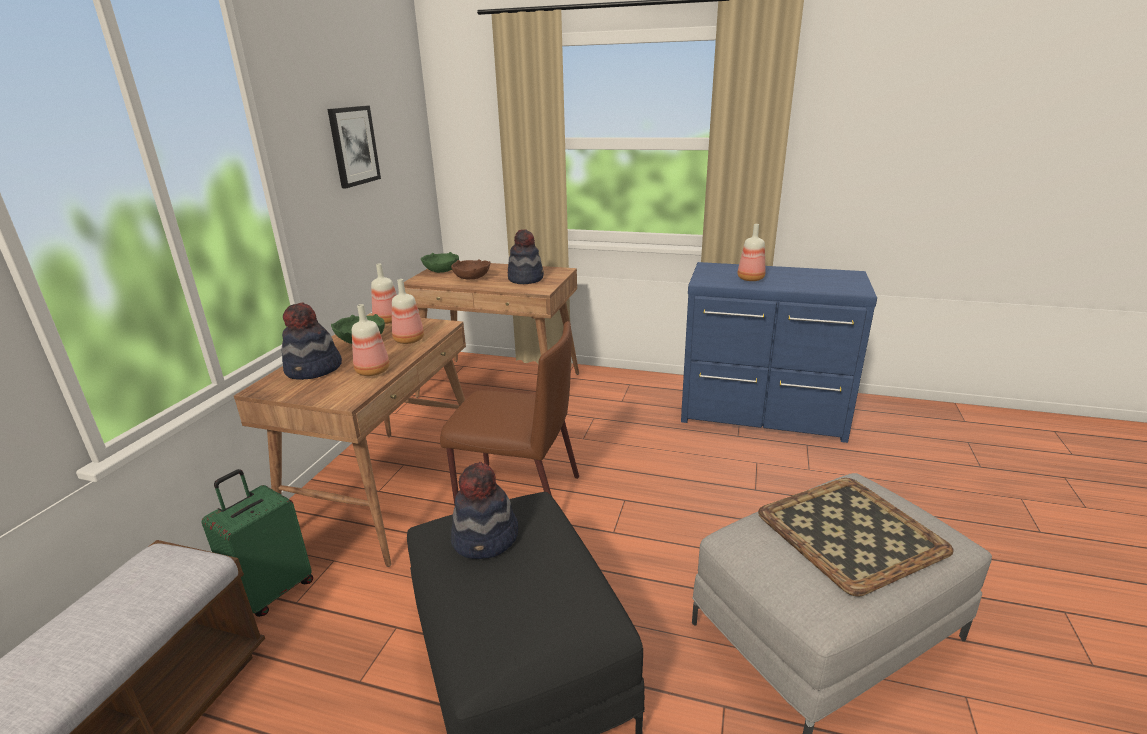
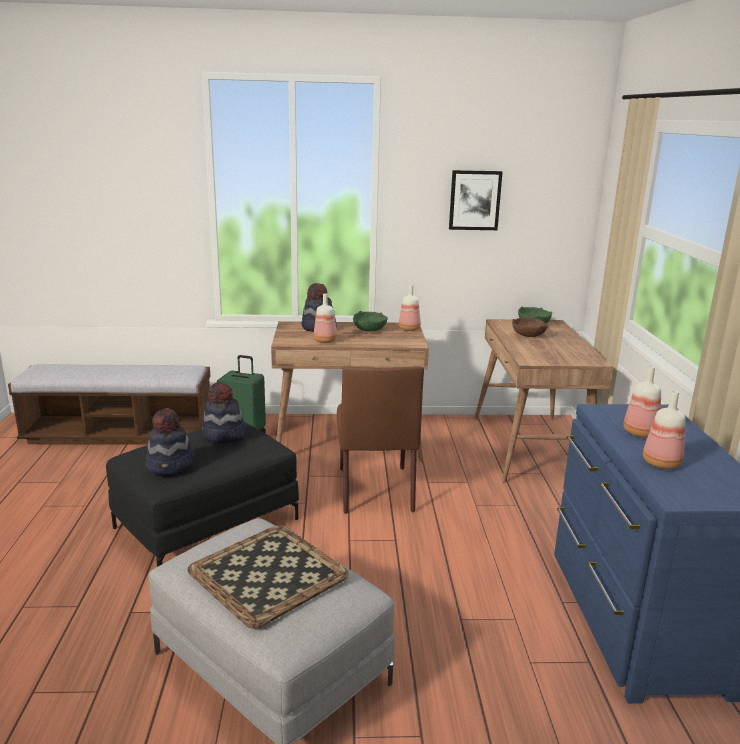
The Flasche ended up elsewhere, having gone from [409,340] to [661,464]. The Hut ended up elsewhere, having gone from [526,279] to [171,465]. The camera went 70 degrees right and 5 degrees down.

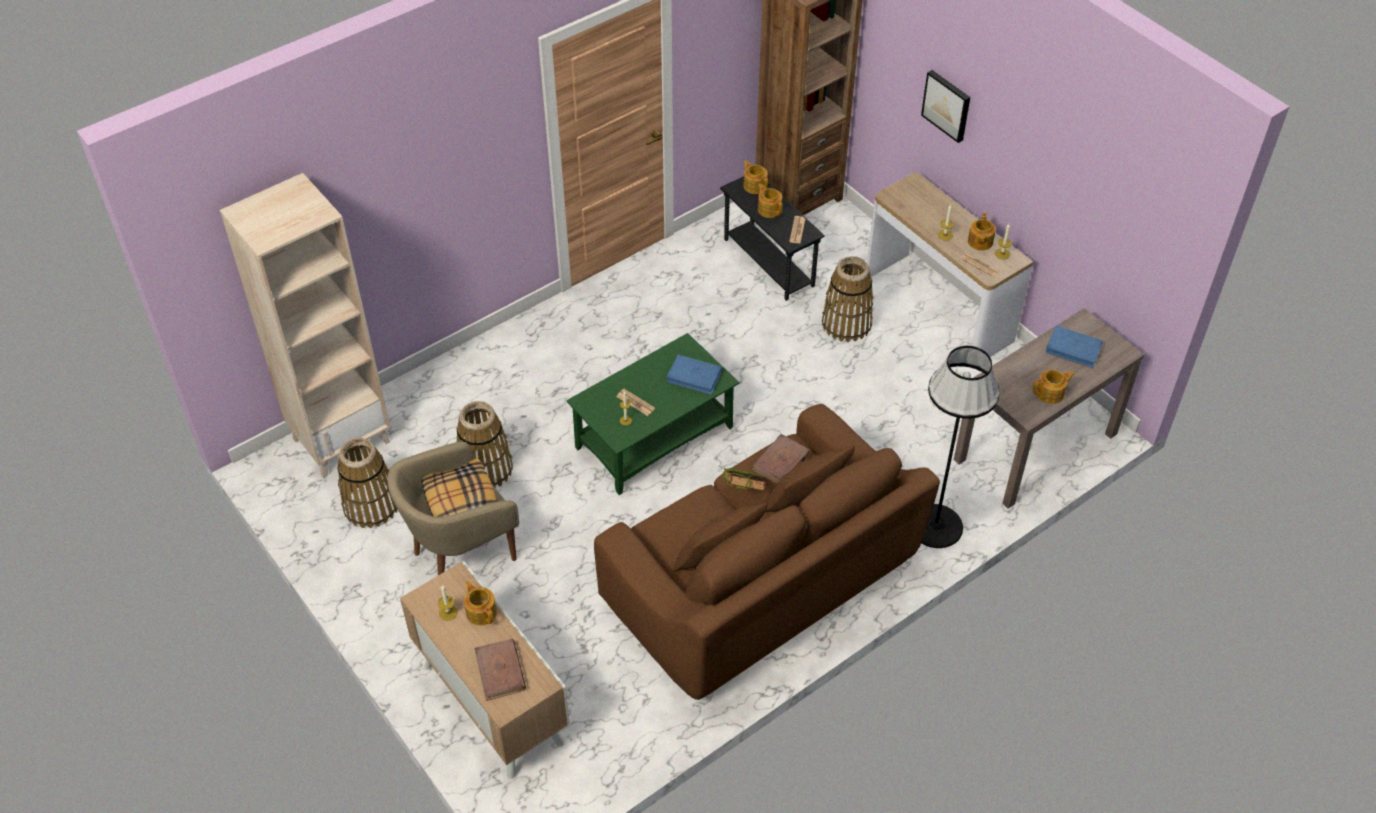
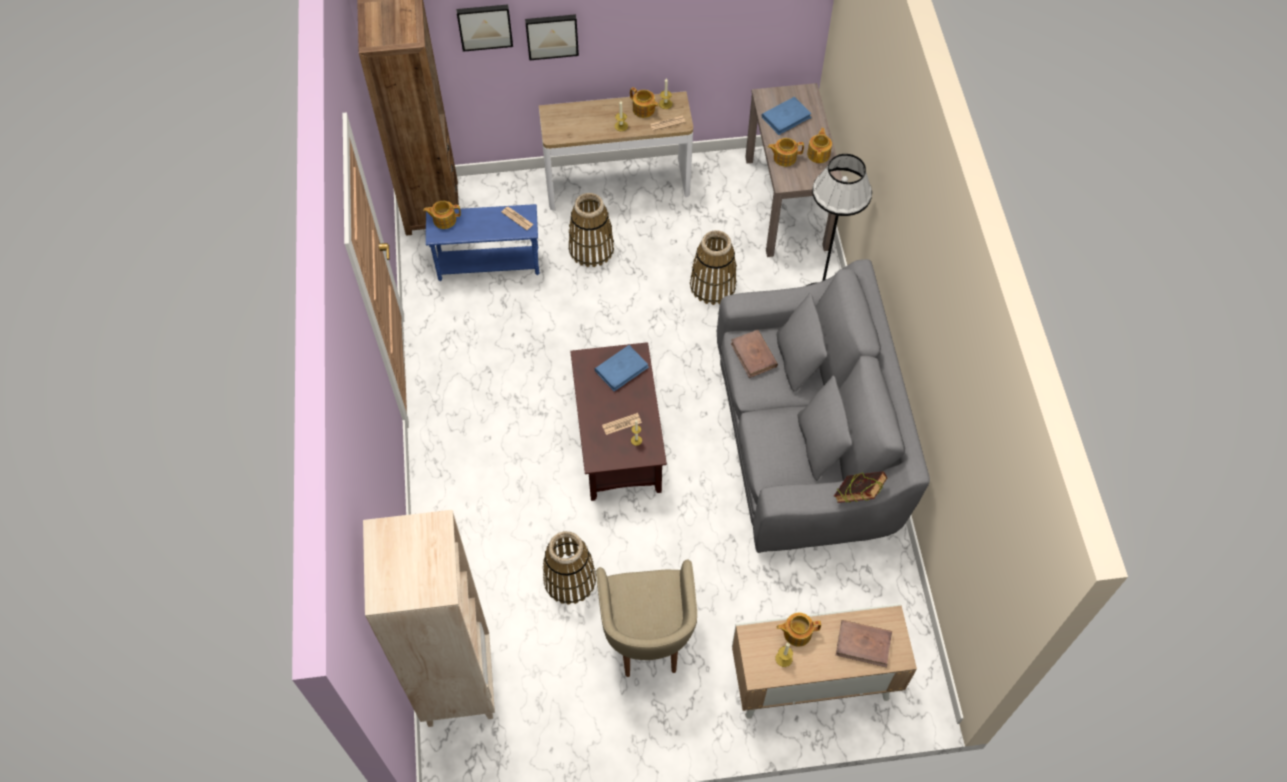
The Korb ended up elsewhere, having gone from [371,506] to [713,286]. The second view lost the Kissen at [459,500]. What was the Couchtisch/grün at [653,438] turned into the Couchtisch/braun at [619,439]. What was the Sofa/braun at [760,583] turned into the Sofa/grau at [805,438]. What was the Beistelltisch/schwarz at [769,263] turned into the Beistelltisch/blau at [488,264]. The Buch ended up elsewhere, having gone from [743,494] to [857,497]. The Teekanne ended up elsewhere, having gone from [769,209] to [784,157]. The second view gained the Bild at [485,26]. The camera went 60 degrees left and 10 degrees up.

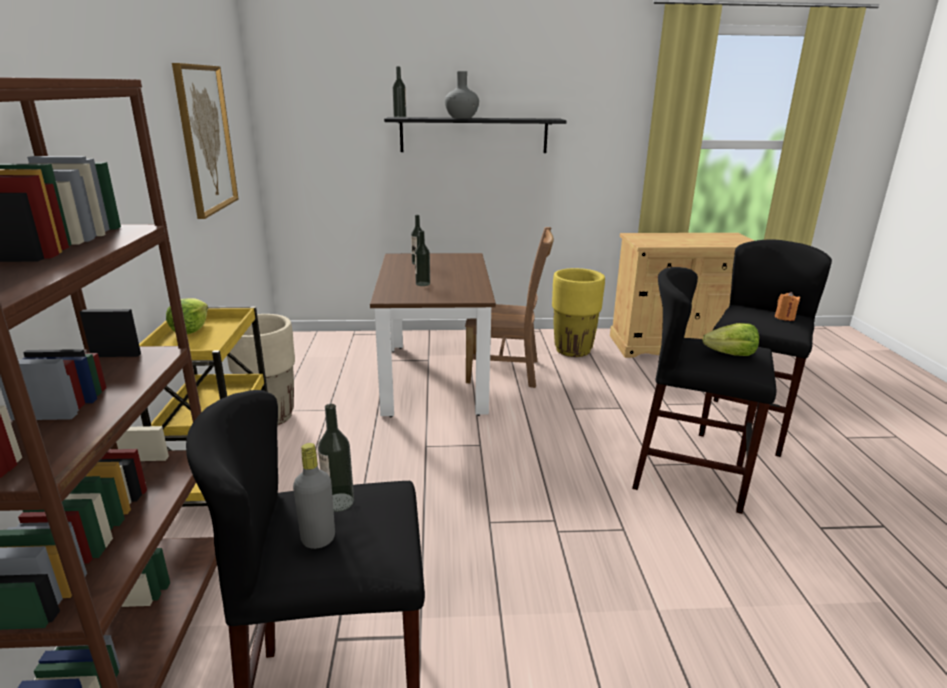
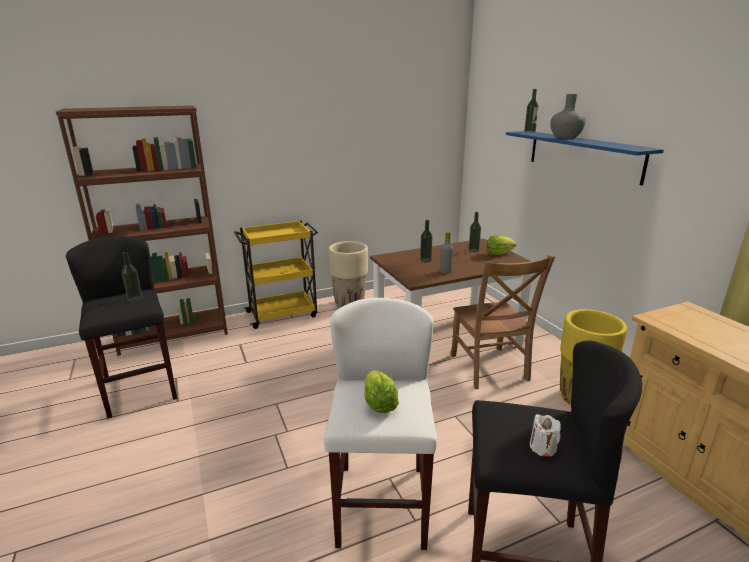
The Salatkopf ended up elsewhere, having gone from [191,329] to [498,253]. The second view lost the Bild at [205,139]. The Flasche/grau ended up elsewhere, having gone from [318,539] to [445,271]. What was the Wandregal/schwarz at [474,135] turned into the Wandregal/blau at [583,155]. What was the Hocker/schwarz at [689,477] turned into the Hocker/weiß at [381,505]. What was the Kerze/orange at [784,317] turned into the Kerze/weiß at [542,447]. The camera went 70 degrees right and 0 degrees up.

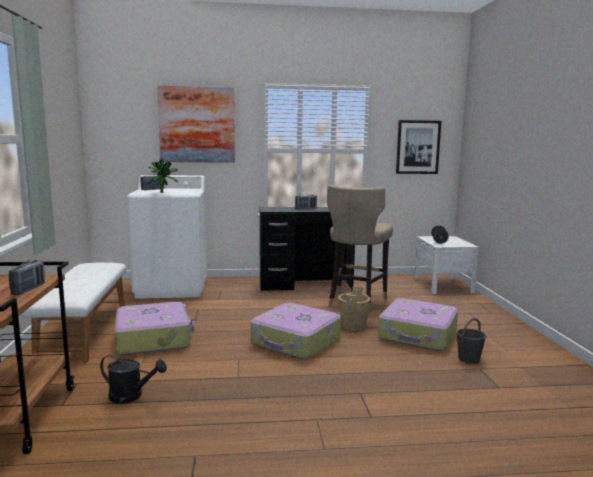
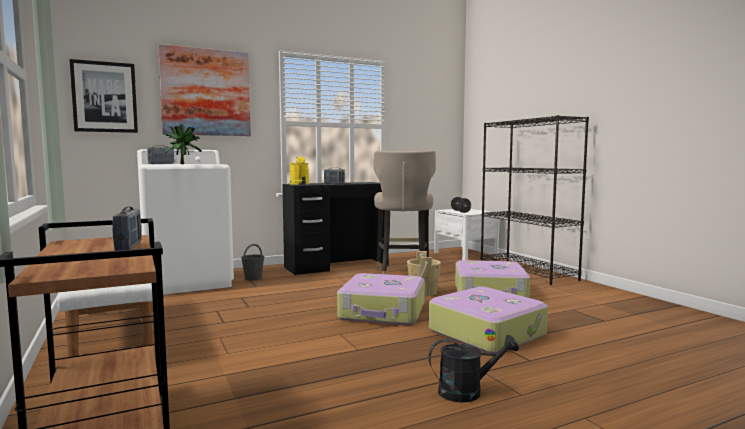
The Gießkanne/schwarz ended up elsewhere, having gone from [131,396] to [467,391]. The Koffer ended up elsewhere, having gone from [154,338] to [487,332]. The Bild ended up elsewhere, having gone from [418,147] to [104,97]. The Eimer/grau ended up elsewhere, having gone from [469,359] to [253,278]. The second view gained the Gießkanne/gelb at [300,184]. The second view gained the Bücherregal/schwarz at [527,271]. The camera went 20 degrees left and 5 degrees down.

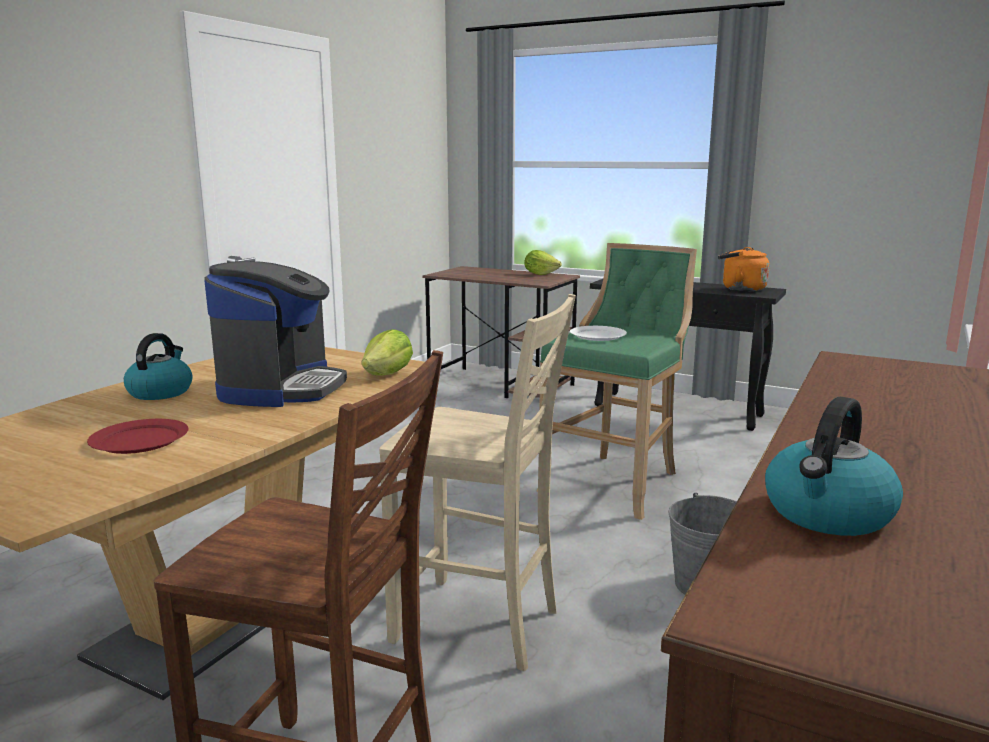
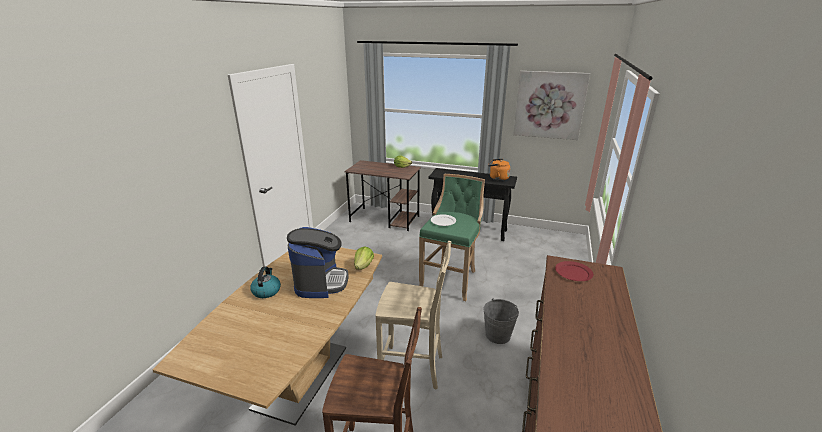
The Teller/rot ended up elsewhere, having gone from [138,440] to [573,273]. The second view lost the Wasserkessel at [828,514]. The second view gained the Bild at [549,105]. The camera went 10 degrees left and 10 degrees up.

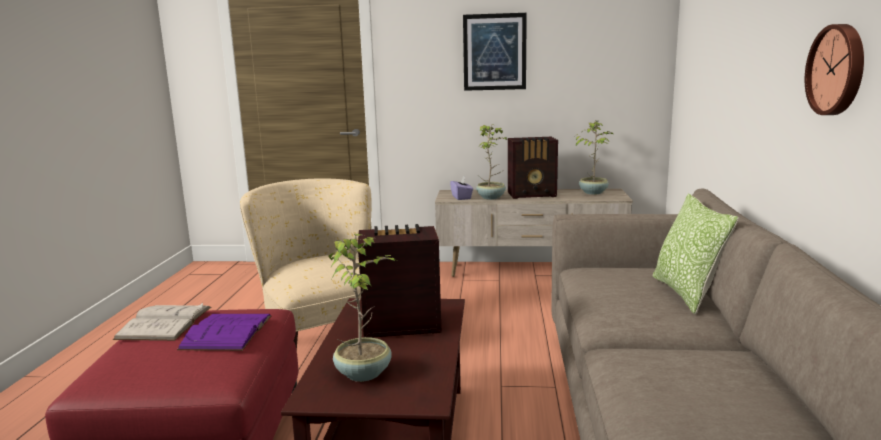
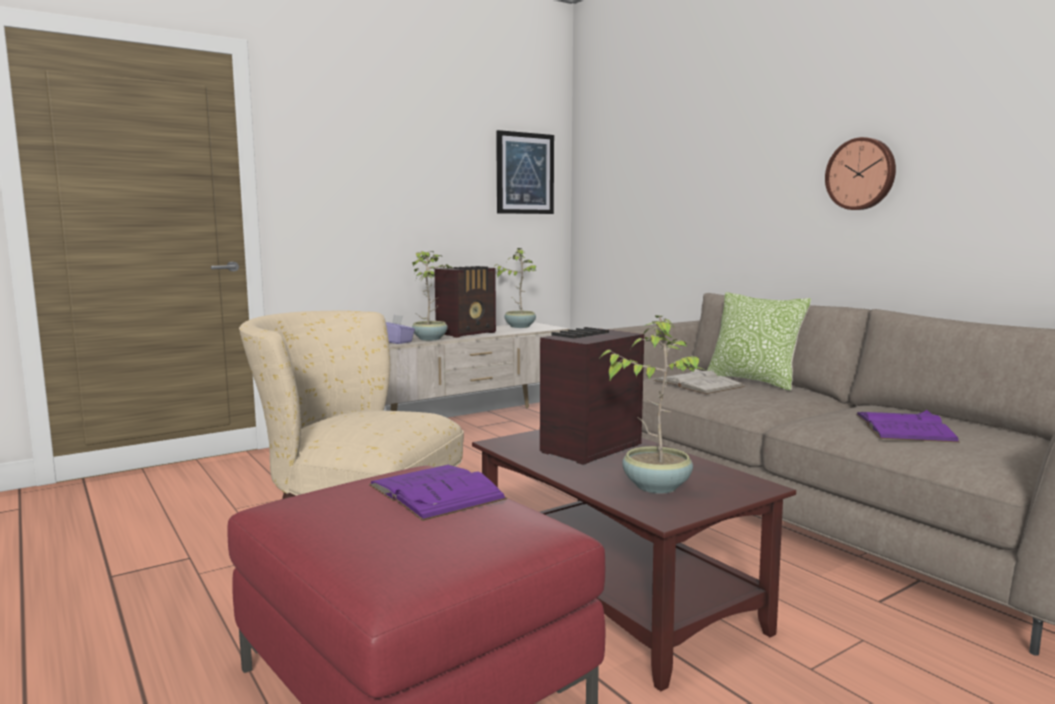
The Buch/weiß ended up elsewhere, having gone from [165,322] to [698,384]. The Bild ended up elsewhere, having gone from [494,52] to [524,173]. The second view gained the Buch/lila at [904,428]. The camera went 40 degrees left and 5 degrees down.

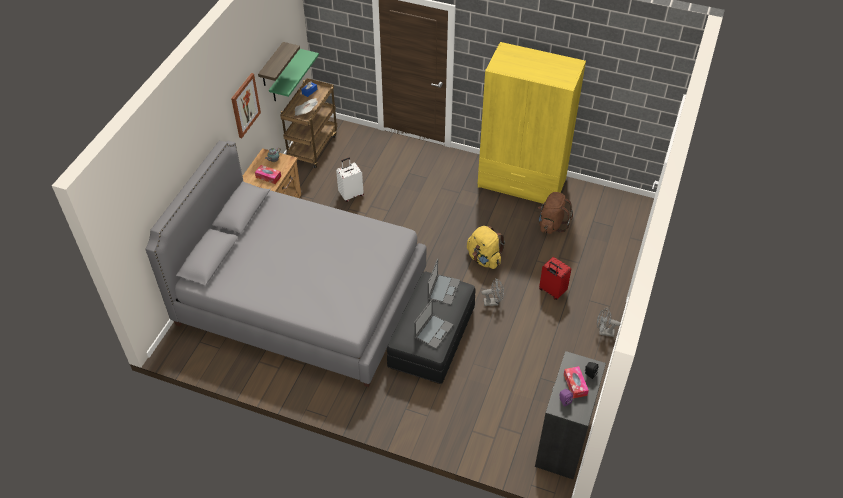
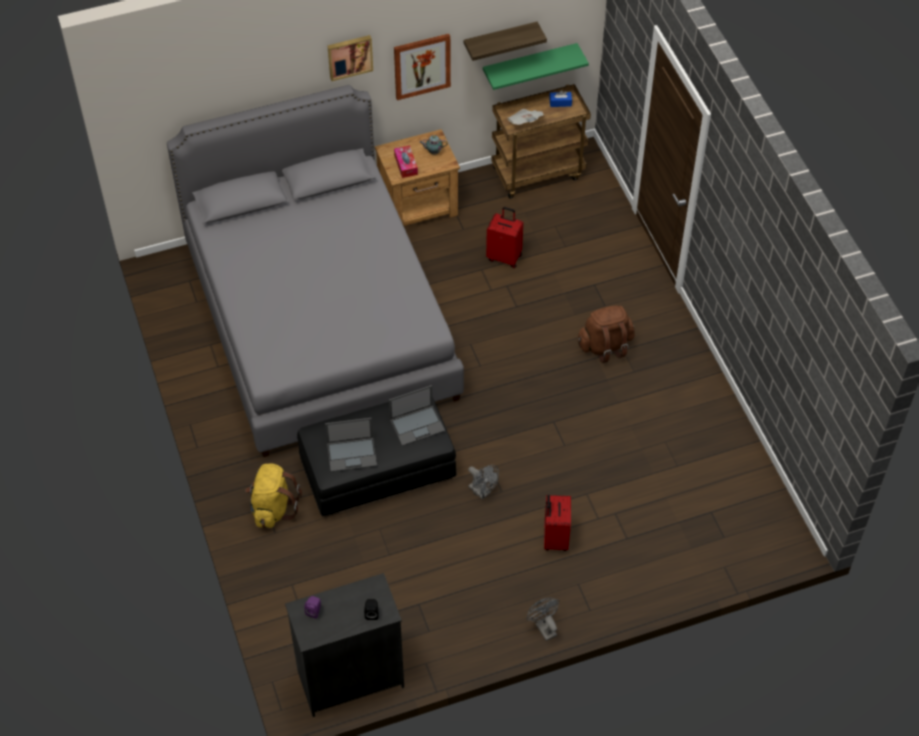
What was the Koffer/weiß at [351,194] turned into the Koffer/rot at [504,257]. The Rucksack/gelb ended up elsewhere, having gone from [484,259] to [273,508]. The second view lost the Kleiderschrank/gelb at [522,183]. The Rucksack/braun ended up elsewhere, having gone from [551,224] to [605,346]. The second view lost the Taschentuchbox at [575,385]. The second view gained the Bild at [349,56]. The camera went 50 degrees right and 5 degrees up.

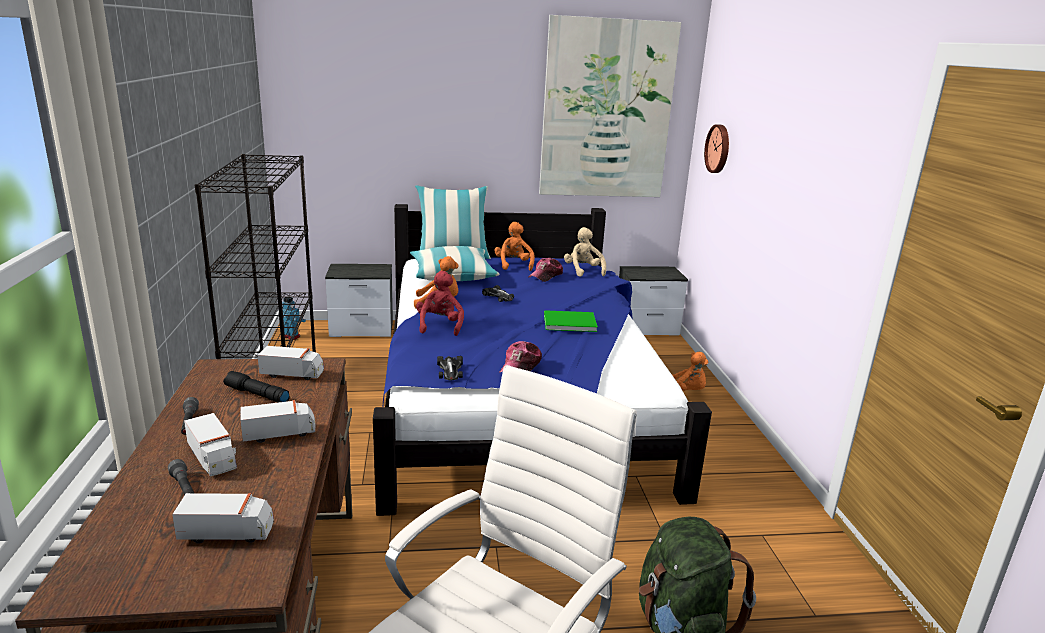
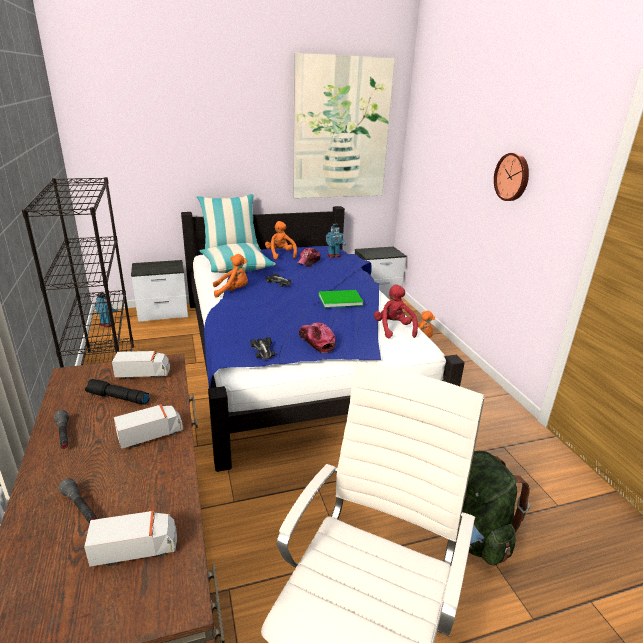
The second view lost the Spielzeuglaster at [213,458]. The Plüschtier/rot ended up elsewhere, having gone from [440,326] to [393,329]. The Kappe at [520,367] ended up facing another way, 135 degrees clockwise from before. Where the Plüschtier/beige stood at [583,271], the Spielzeugroboter came to stand at [334,256]. The Wanduhr ended up elsewhere, having gone from [719,149] to [513,177]. The camera went 10 degrees left and 5 degrees up.

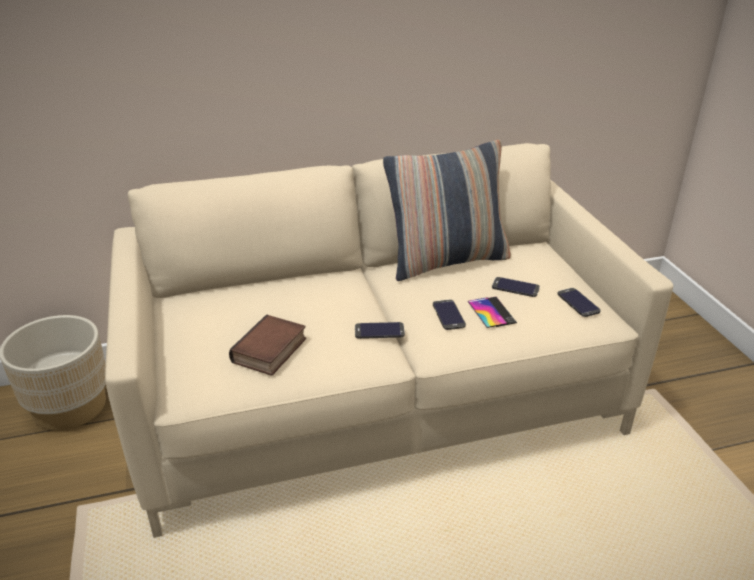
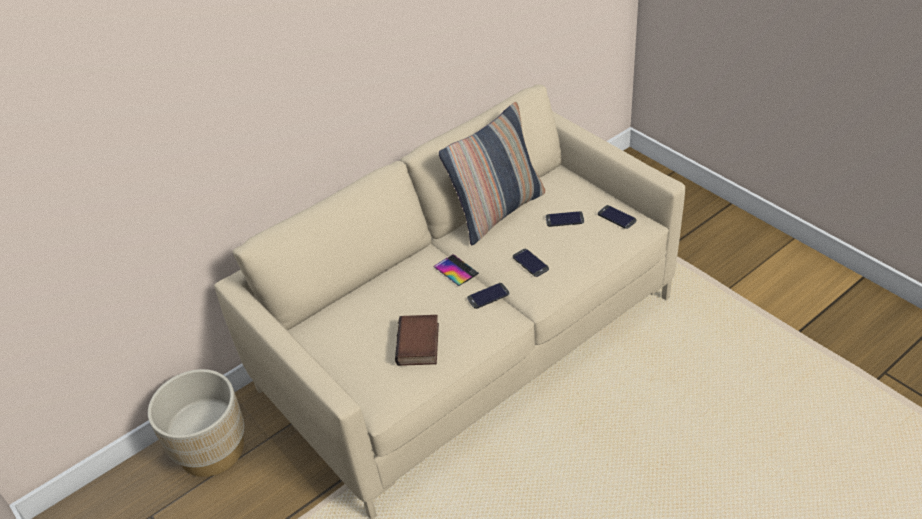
The Handy ended up elsewhere, having gone from [491,312] to [456,270]. The camera went 20 degrees left and 10 degrees up.

